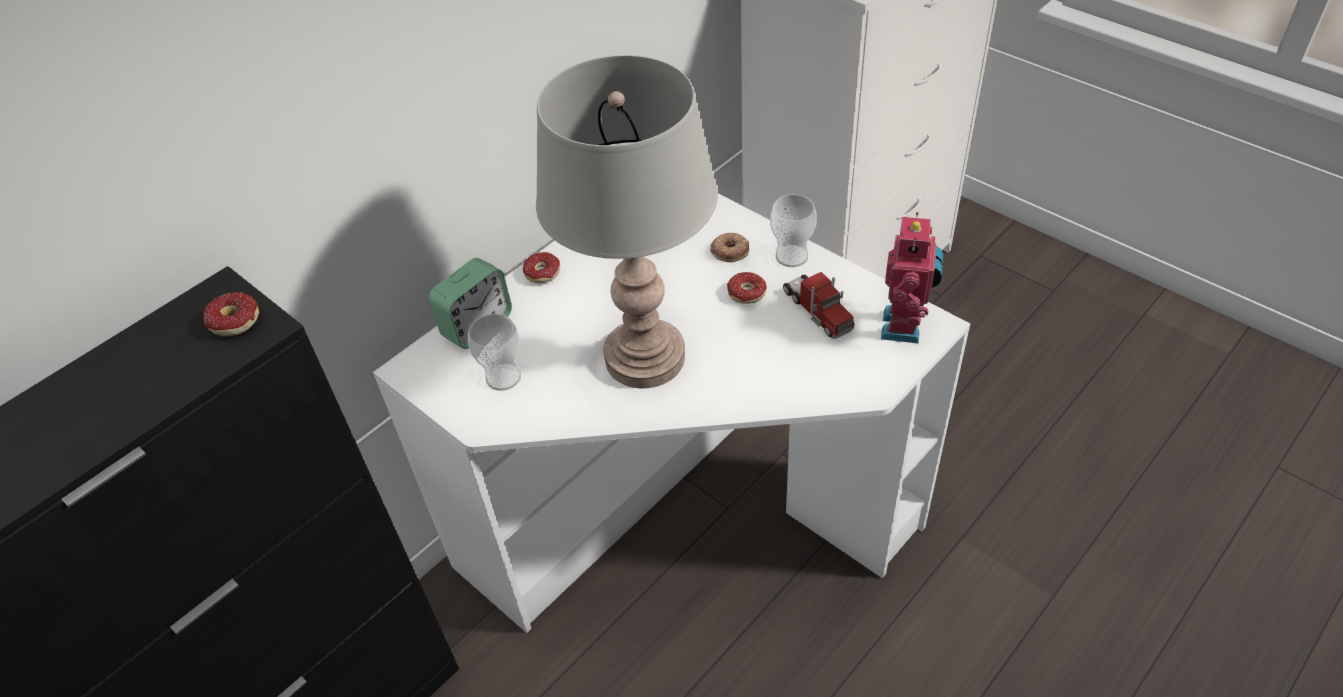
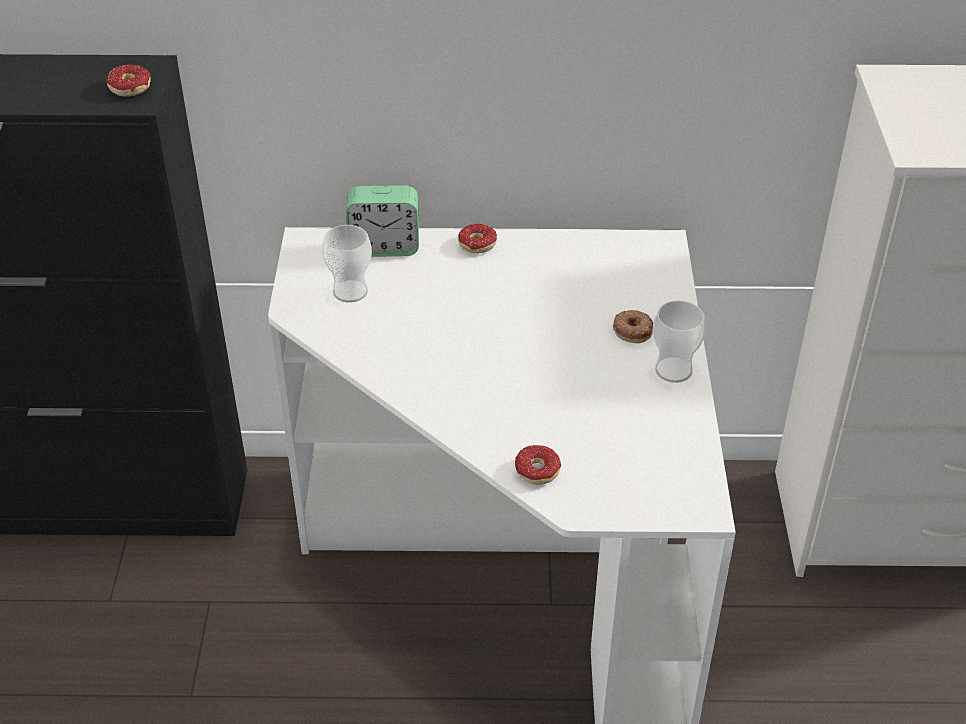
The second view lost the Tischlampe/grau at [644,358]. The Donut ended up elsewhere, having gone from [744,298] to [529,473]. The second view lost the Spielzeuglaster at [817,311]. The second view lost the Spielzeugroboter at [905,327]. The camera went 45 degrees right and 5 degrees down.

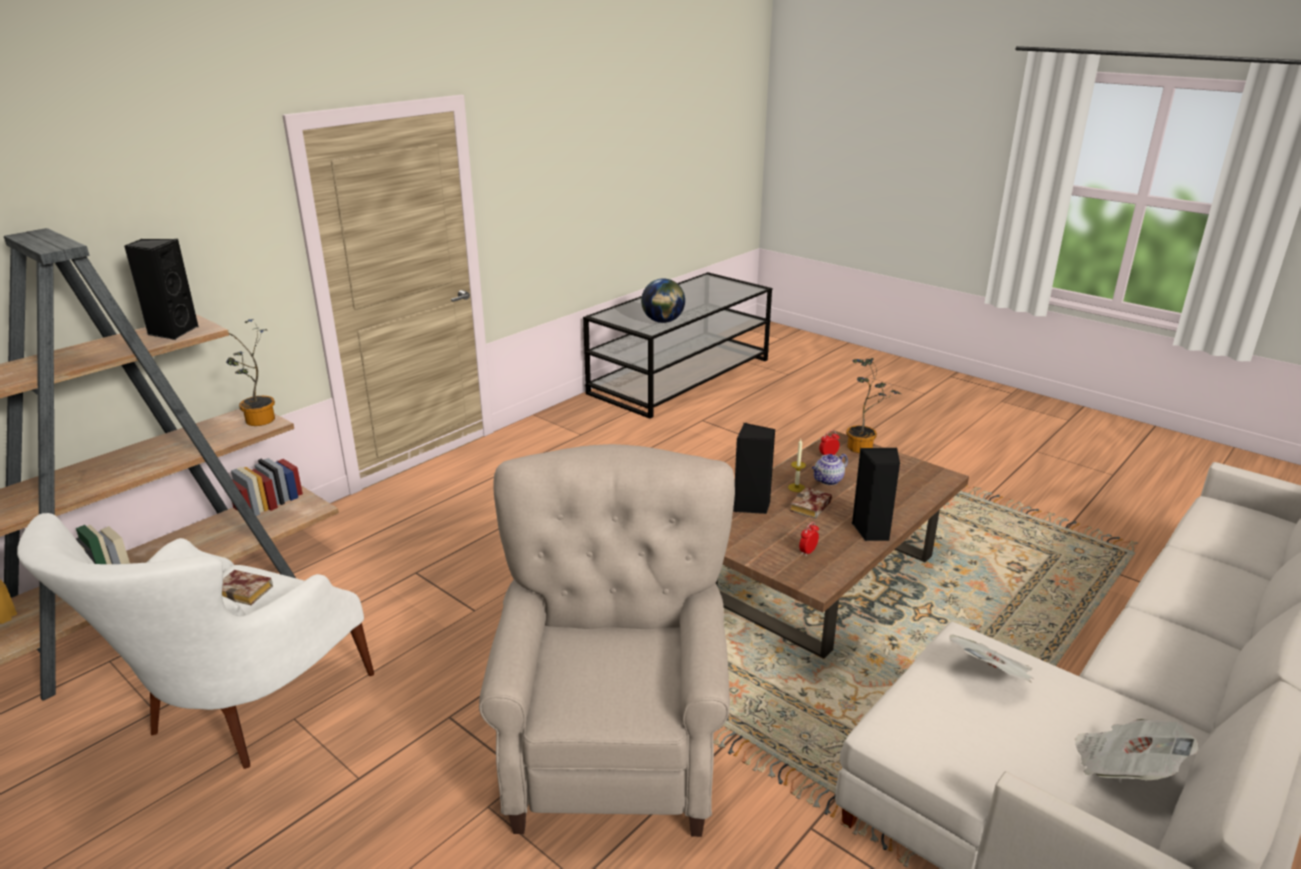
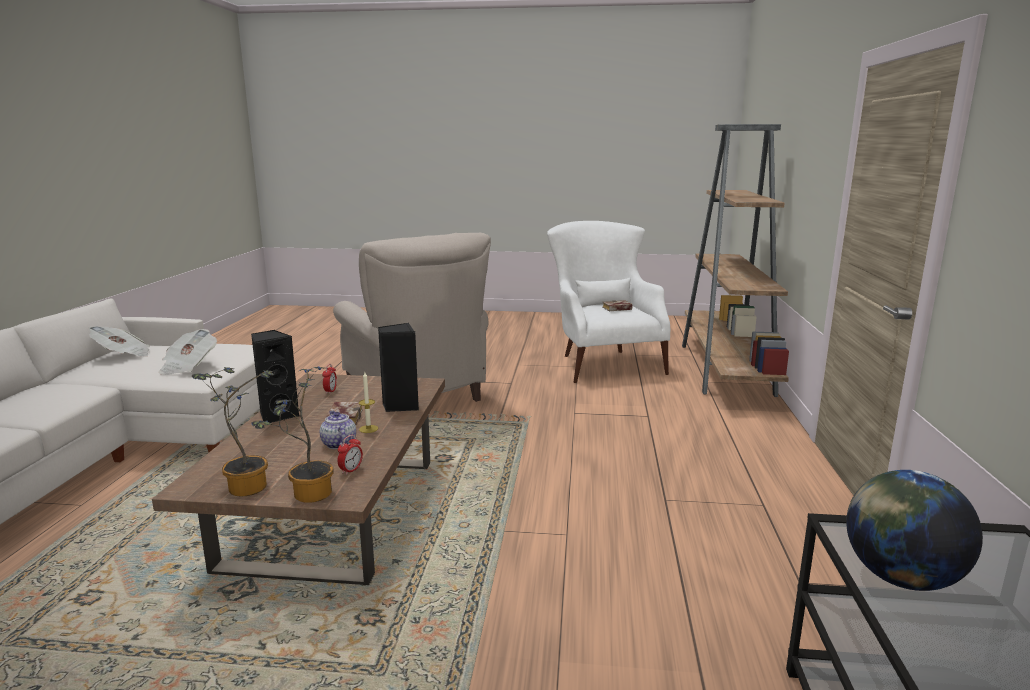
The second view lost the Lautsprecher/schwarz at [172,332]. The Topfpflanze ended up elsewhere, having gone from [259,422] to [245,485]. The Teekanne at [828,480] ended up facing another way, 45 degrees counterclockwise from before. The camera went 145 degrees right and 10 degrees down.

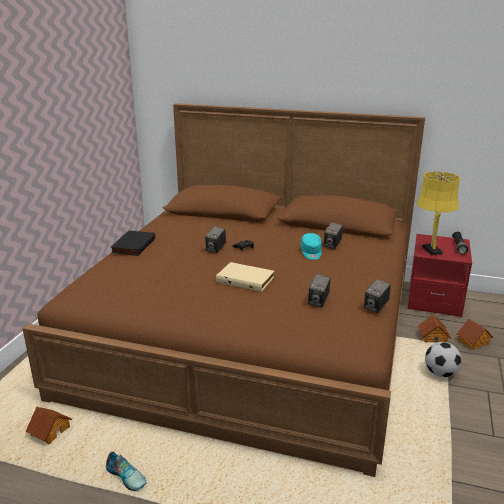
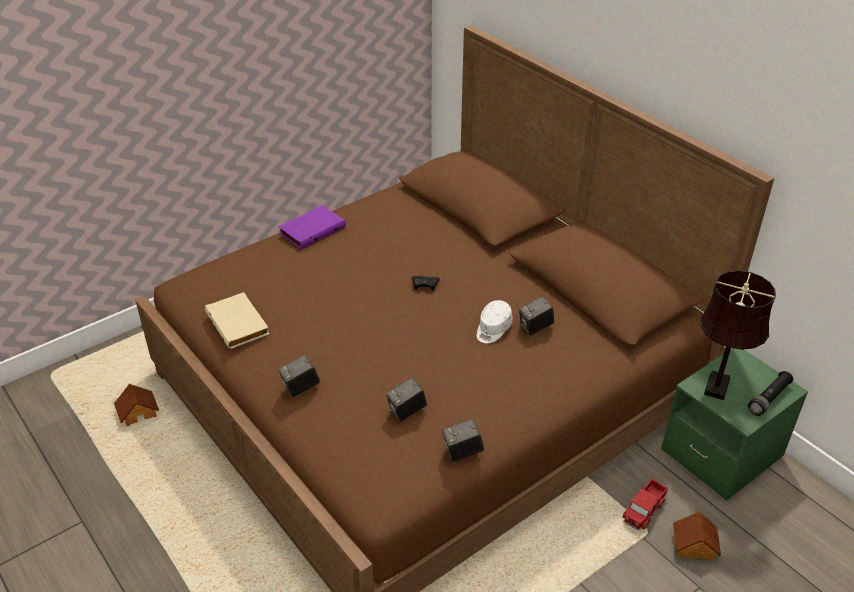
The second view lost the Schuh at [127,476]. What was the Buch/schwarz at [132,245] turned into the Buch/lila at [311,229]. The Kamera ended up elsewhere, having gone from [216,249] to [300,388]. The Buch/beige ended up elsewhere, having gone from [246,279] to [239,323]. What was the Kappe/türkis at [311,252] turned into the Kappe/weiß at [493,329]. What was the Nachttisch/rot at [434,300] turned into the Nachttisch/grün at [721,453]. What was the Tischlampe/gelb at [431,249] turned into the Tischlampe/braun at [718,384]. Where the Spielzeughaus stood at [433,337], the Spielzeuglaster came to stand at [644,510]. The second view lost the Fußball at [440,373]. The camera went 35 degrees right and 15 degrees up.

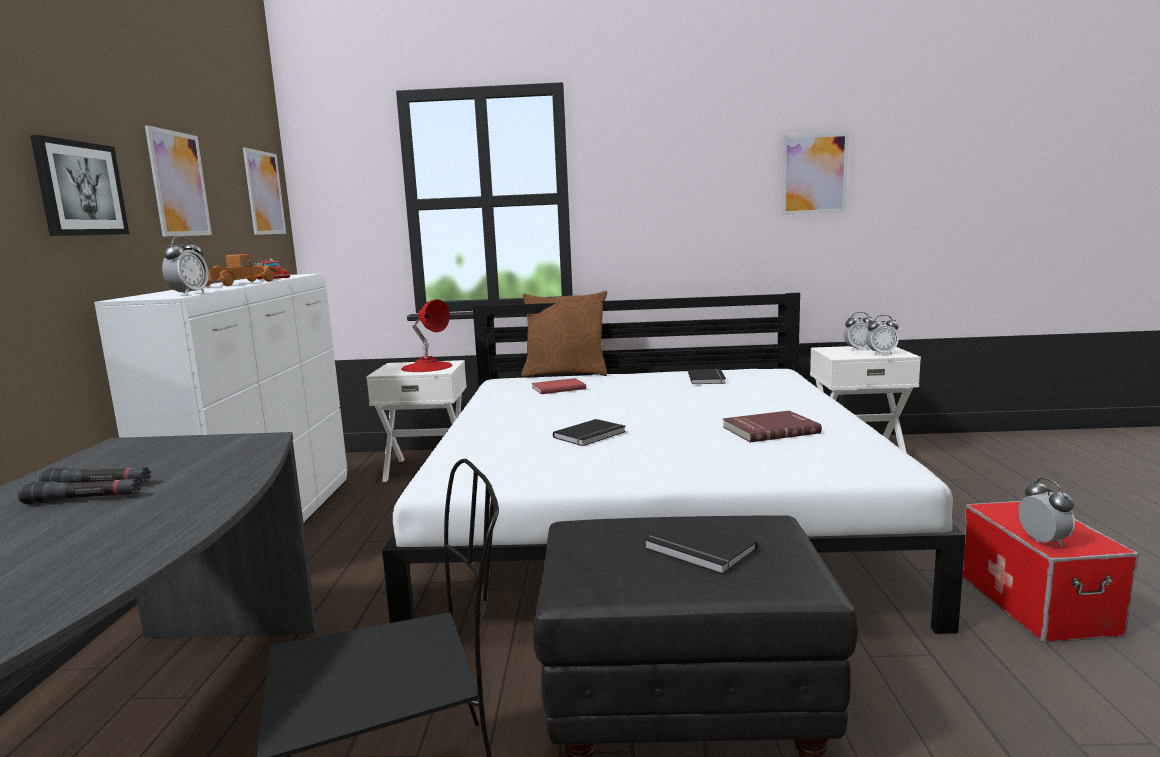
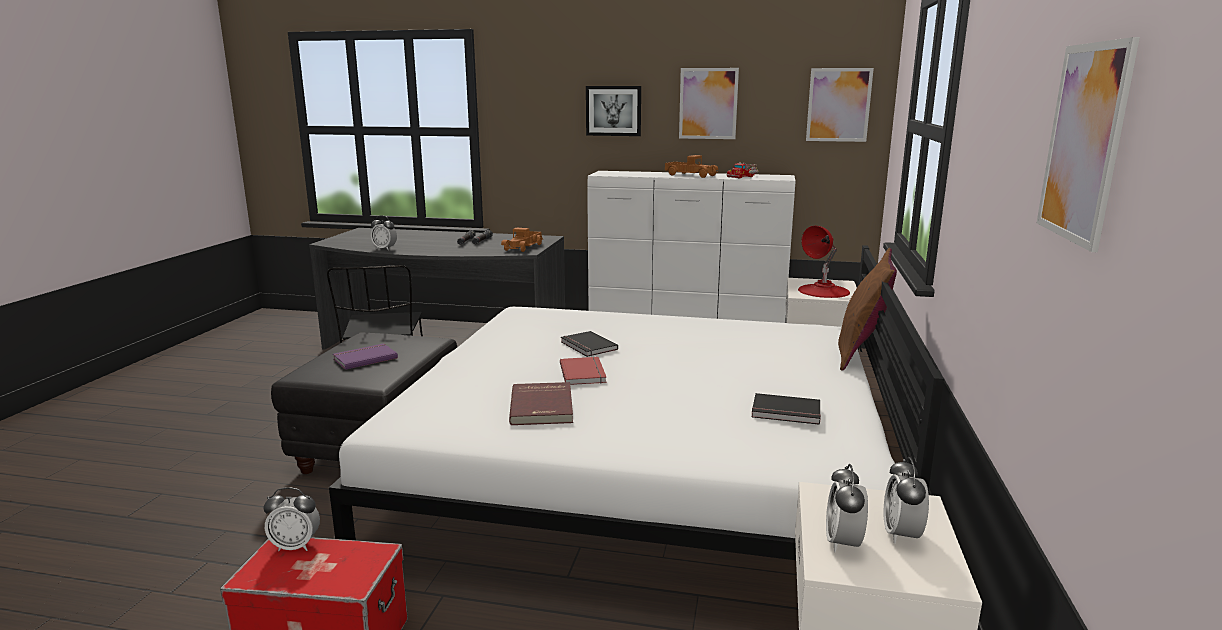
The Wecker ended up elsewhere, having gone from [189,294] to [385,249]. The Buch/rot ended up elsewhere, having gone from [558,388] to [584,373]. What was the Buch/schwarz at [698,550] turned into the Buch/lila at [364,358]. The second view gained the Spielzeuglaster at [524,247]. The camera went 100 degrees right and 5 degrees up.

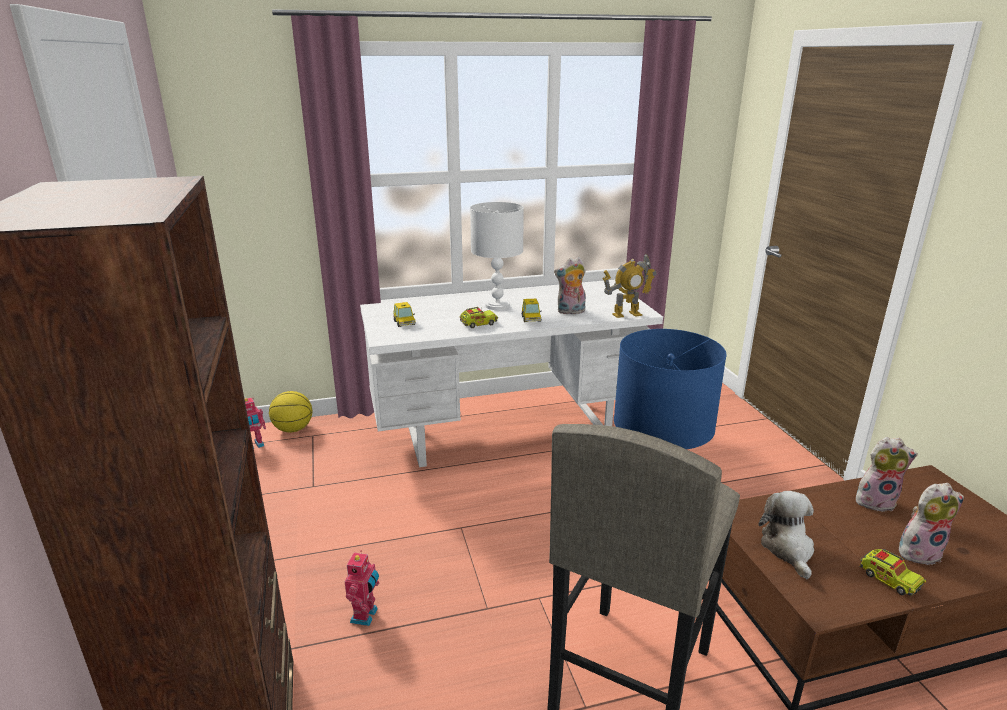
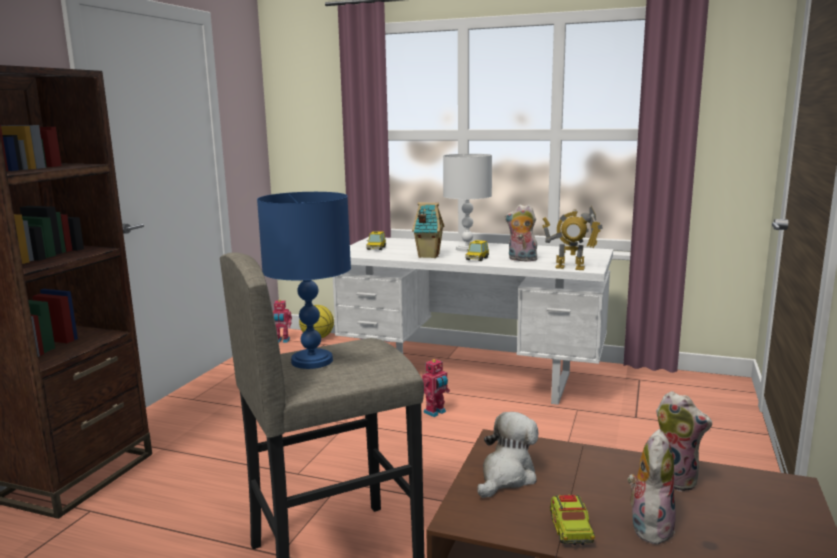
The Spielzeugroboter ended up elsewhere, having gone from [366,616] to [435,412]. Where the Spielzeuglaster stood at [478,324], the Spielzeughaus came to stand at [428,256]. The Plüschtier at [919,551] ended up facing another way, 90 degrees counterclockwise from before. The camera went 35 degrees right and 10 degrees down.

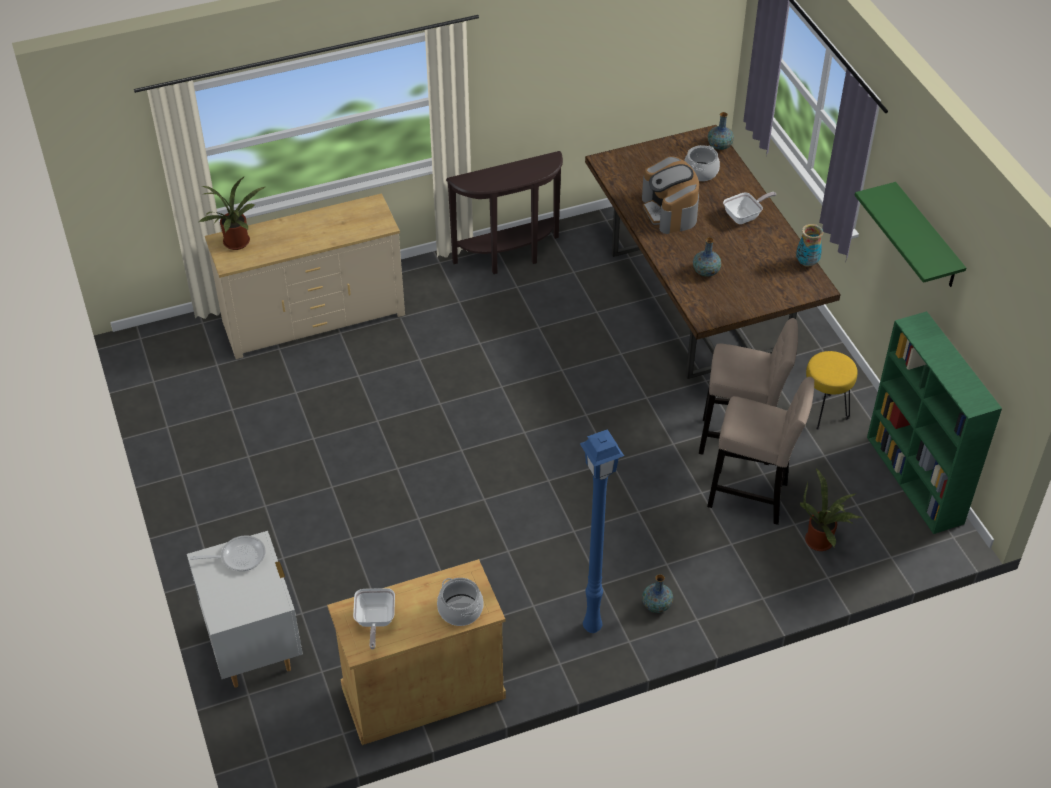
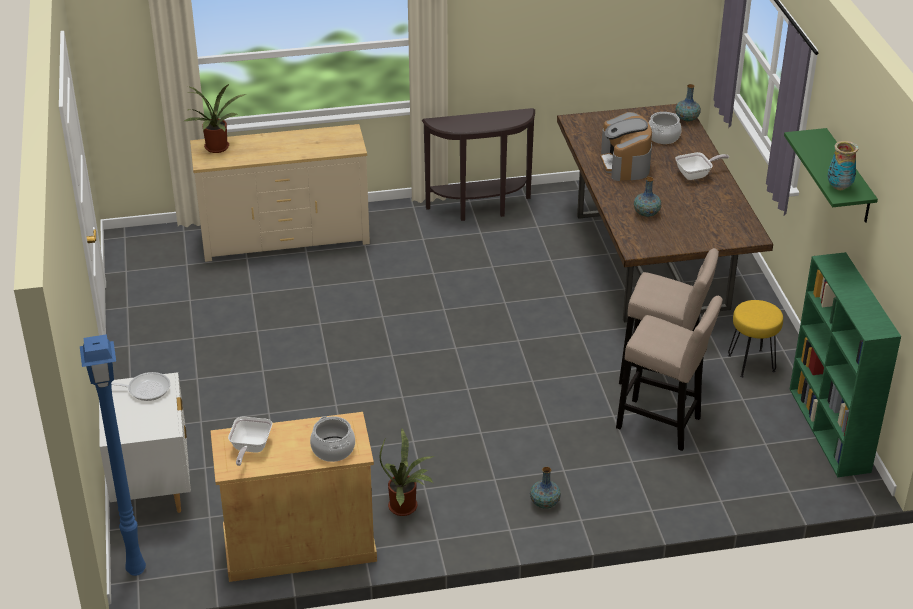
The Stehlampe/blau ended up elsewhere, having gone from [591,628] to [135,571]. The Vase ended up elsewhere, having gone from [806,263] to [839,187]. The Topfpflanze ended up elsewhere, having gone from [822,541] to [406,507]. The camera went 10 degrees right and 10 degrees down.

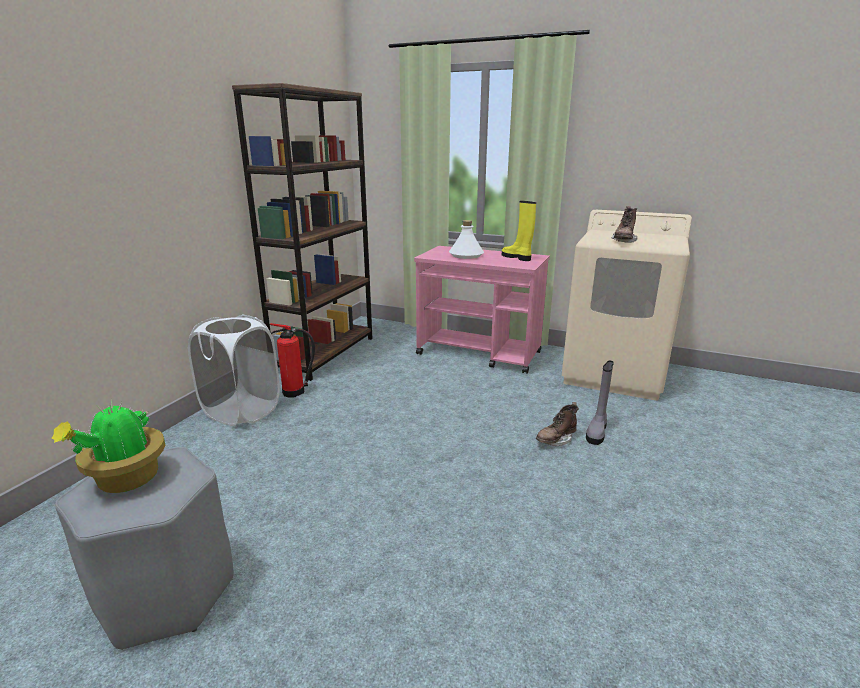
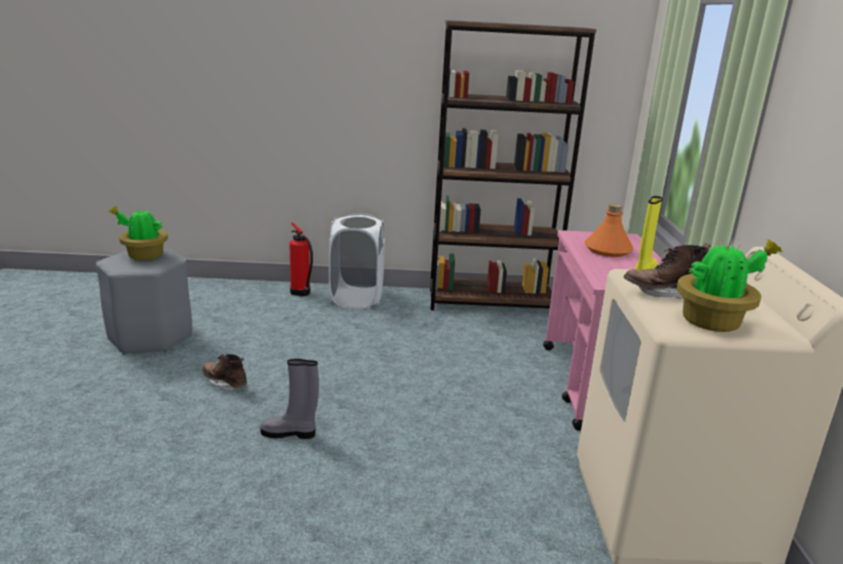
The Feuerlöscher ended up elsewhere, having gone from [296,392] to [301,293]. What was the Flasche/weiß at [466,255] turned into the Flasche/orange at [608,250]. The Stiefel/braun ended up elsewhere, having gone from [555,440] to [225,383]. The Stiefel/grau ended up elsewhere, having gone from [597,432] to [290,433]. The second view gained the Topfpflanze at [713,322]. The camera went 65 degrees right and 0 degrees up.

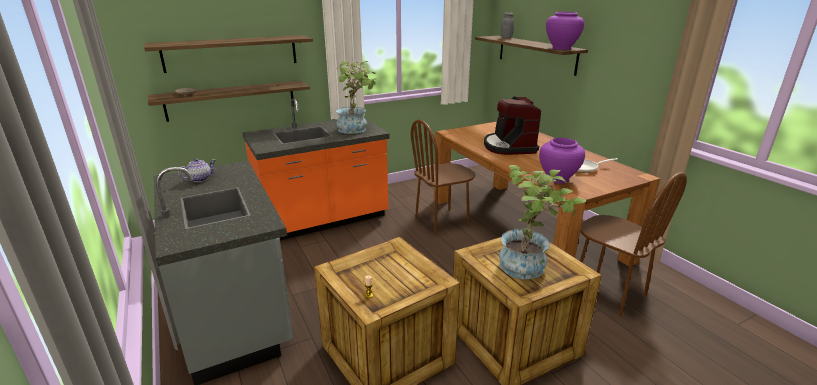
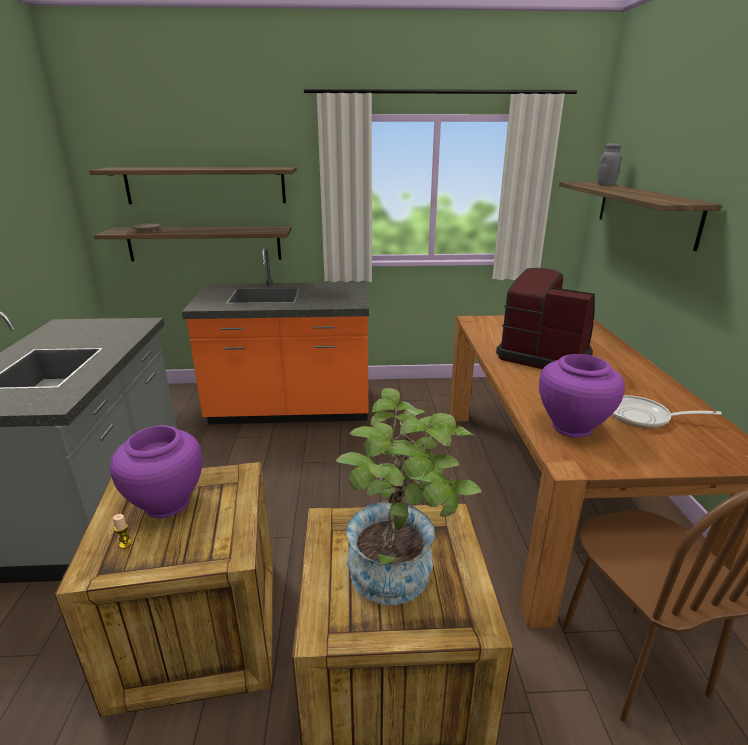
The second view lost the Teekanne at [200,179]. The second view lost the Topfpflanze at [356,129]. The second view lost the Stuhl/braun at [442,221]. The Kaffeemaschine at [509,146] ended up facing another way, 105 degrees clockwise from before. The Vase/lila ended up elsewhere, having gone from [561,48] to [166,504]. The camera went 25 degrees right and 0 degrees up.

